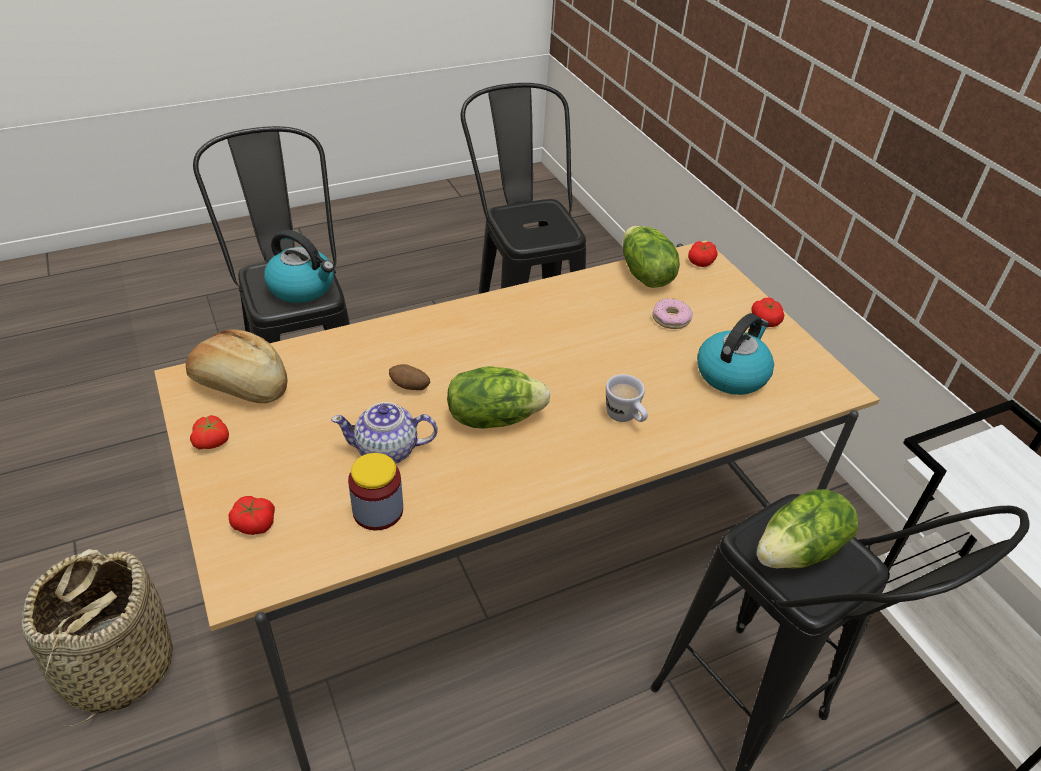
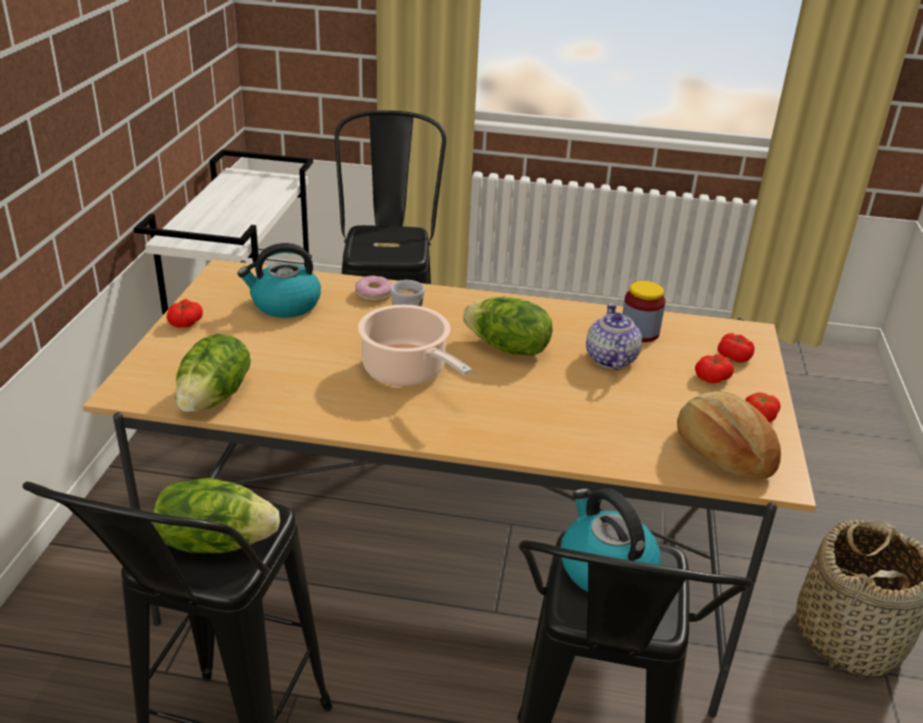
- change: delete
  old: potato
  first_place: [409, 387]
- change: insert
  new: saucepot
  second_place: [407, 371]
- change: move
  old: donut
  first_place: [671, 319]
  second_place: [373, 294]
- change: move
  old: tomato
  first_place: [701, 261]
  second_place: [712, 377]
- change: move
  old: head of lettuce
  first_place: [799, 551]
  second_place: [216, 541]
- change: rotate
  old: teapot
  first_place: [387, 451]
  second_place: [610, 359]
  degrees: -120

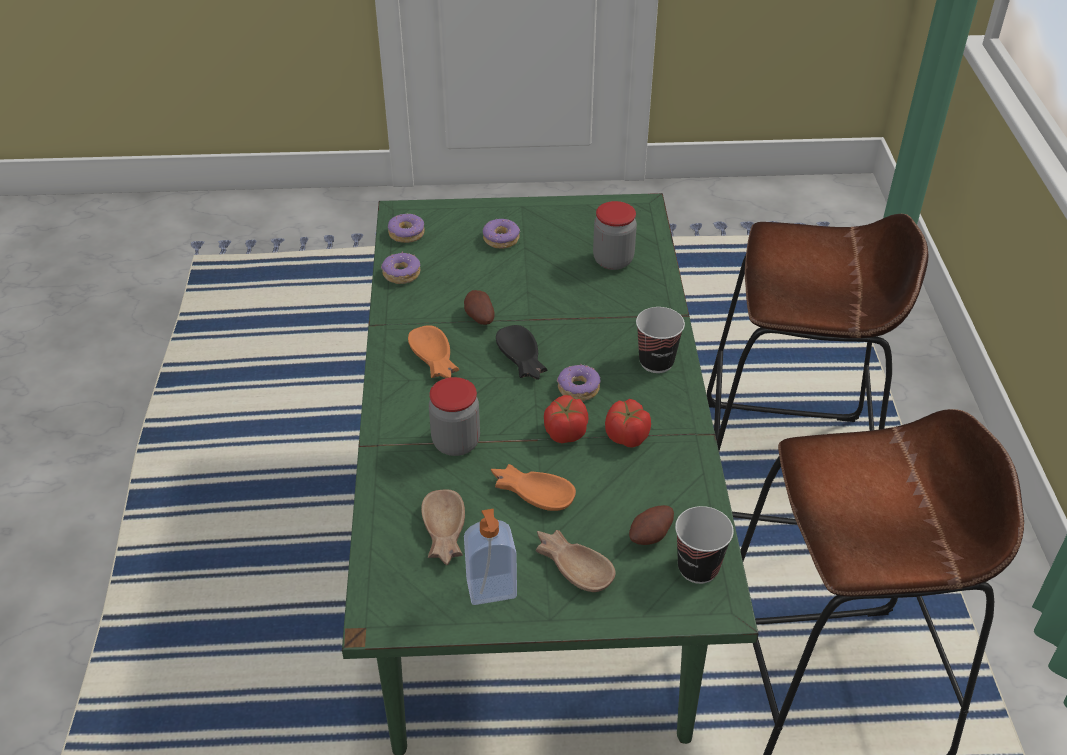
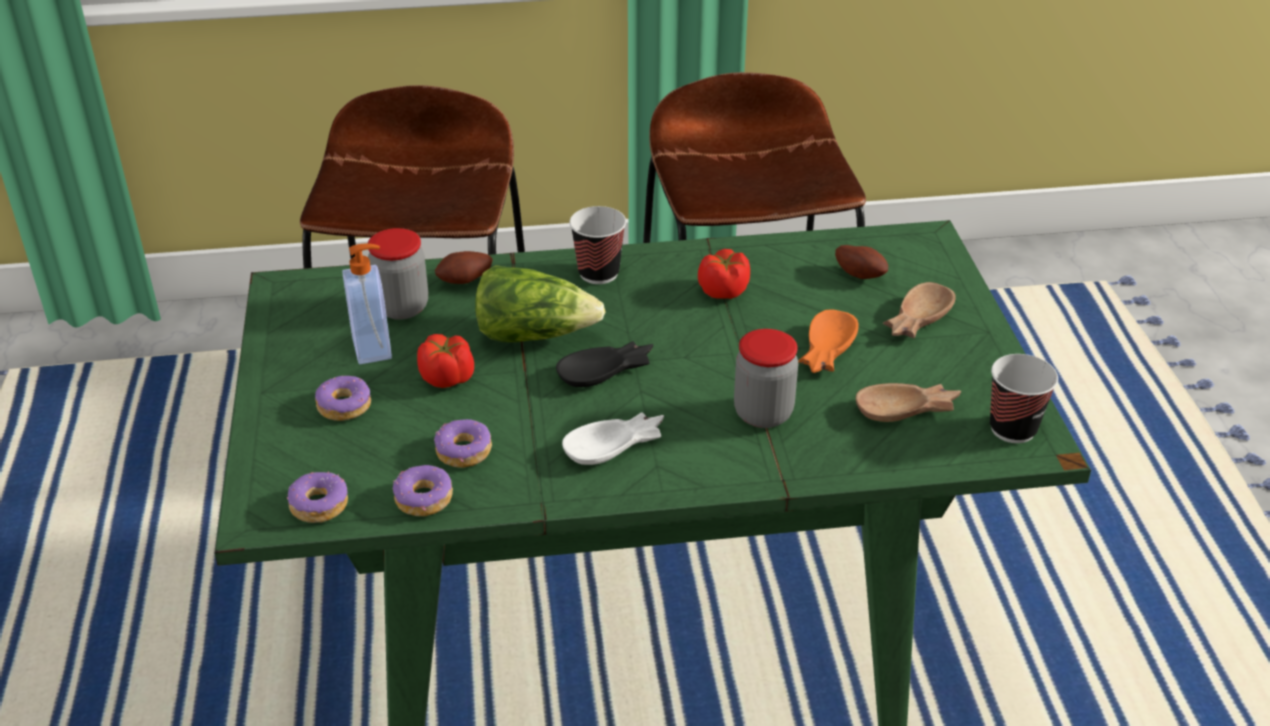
- change: insert
  new: head of lettuce
  second_place: [534, 334]
- change: move
  old: potato
  first_place: [479, 318]
  second_place: [465, 282]
- change: move
  old: liquid soap bottle
  first_place: [492, 590]
  second_place: [374, 348]
- change: move
  old: tomato
  first_place: [565, 432]
  second_place: [447, 378]
- change: move
  old: donut
  first_place: [578, 388]
  second_place: [463, 452]
- change: move
  old: cup
  first_place: [698, 568]
  second_place: [1012, 429]
- change: recolor
  old: orange-coloured bowl
  new: whitish bowl
  first_place: [433, 361]
  second_place: [616, 447]

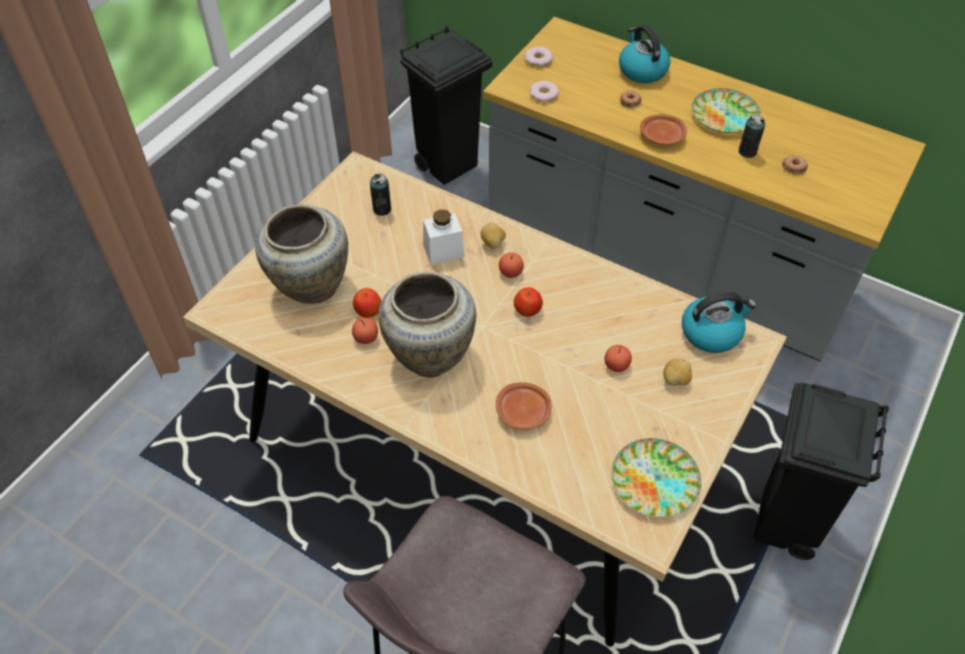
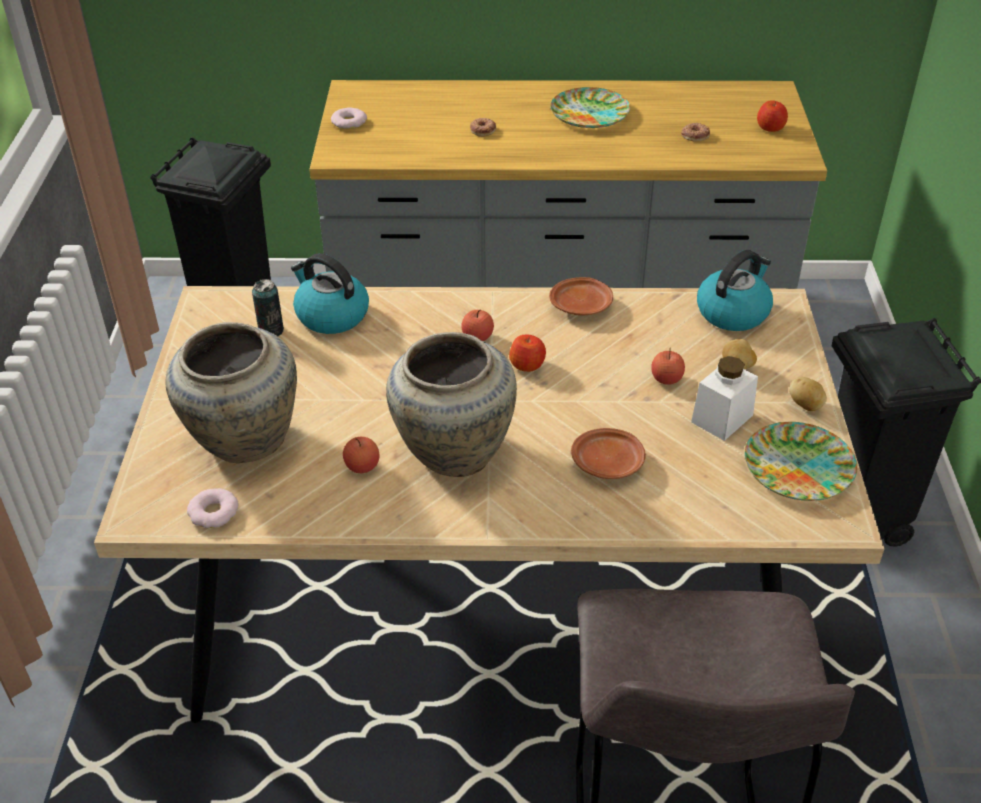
- change: delete
  old: metal can
  first_place: [747, 152]
- change: move
  old: apple
  first_place: [368, 311]
  second_place: [770, 128]
- change: move
  old: whitish storage jar
  first_place: [443, 251]
  second_place: [722, 418]
- change: move
  old: potato
  first_place: [493, 243]
  second_place: [805, 405]
- change: move
  old: donut
  first_place: [544, 94]
  second_place: [214, 512]
- change: move
  old: kettle
  first_place: [641, 70]
  second_place: [331, 315]
- change: move
  old: brown flat dish
  first_place: [662, 136]
  second_place: [581, 306]

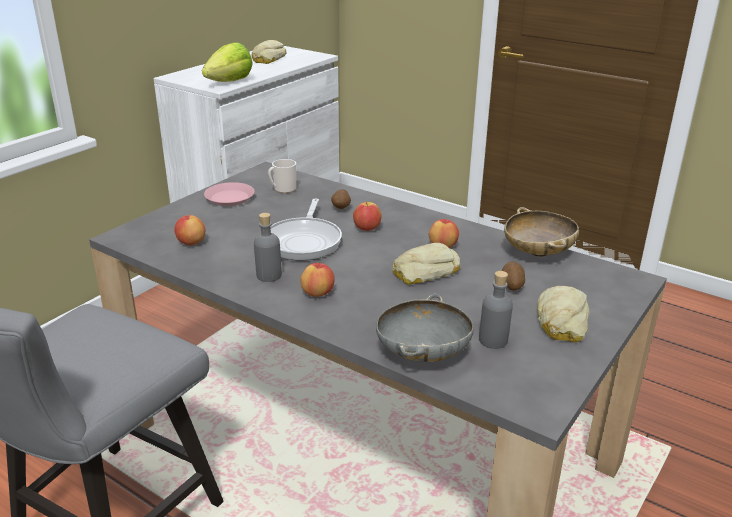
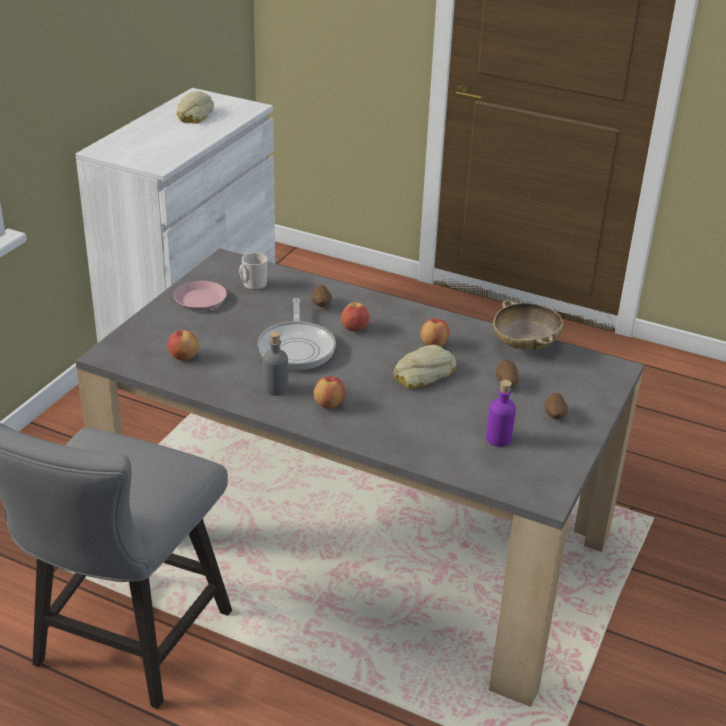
- change: delete
  old: head of lettuce
  first_place: [230, 82]
- change: delete
  old: greyish bowl
  first_place: [422, 354]
- change: replace
  old: baked bread
  new: potato
  first_place: [561, 321]
  second_place: [554, 416]
- change: recolor
  old: greyish bottle
  new: purple-coloured bottle
  first_place: [493, 340]
  second_place: [498, 439]

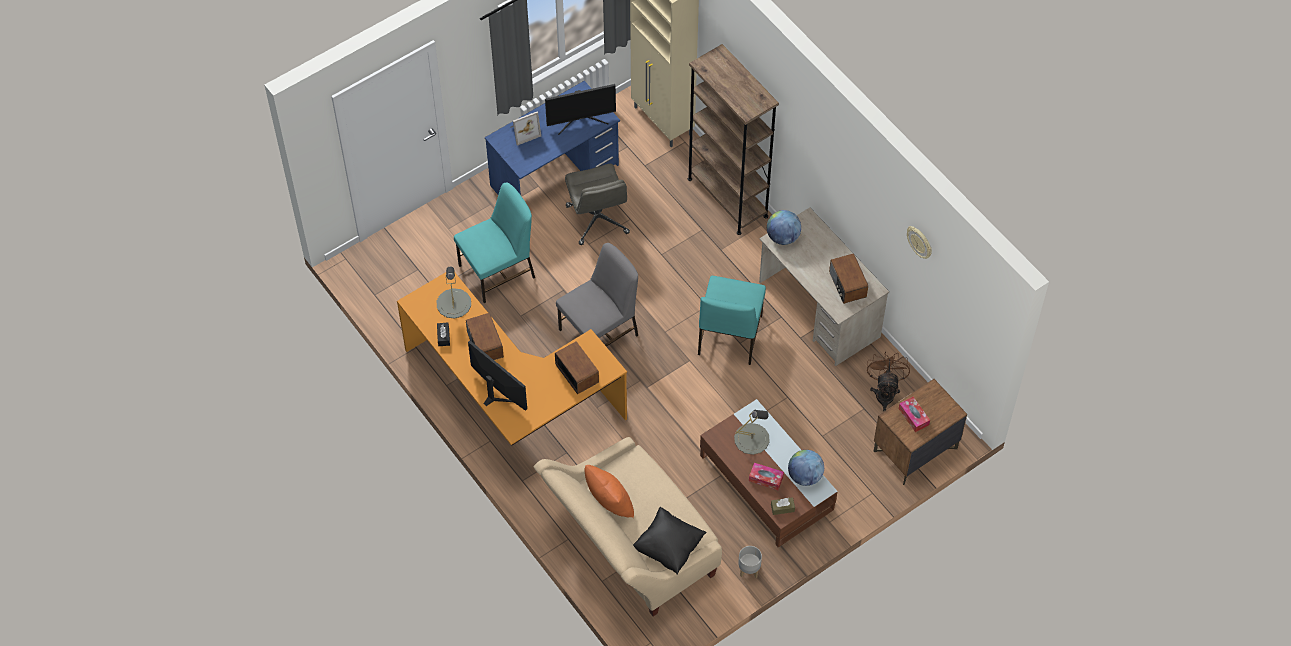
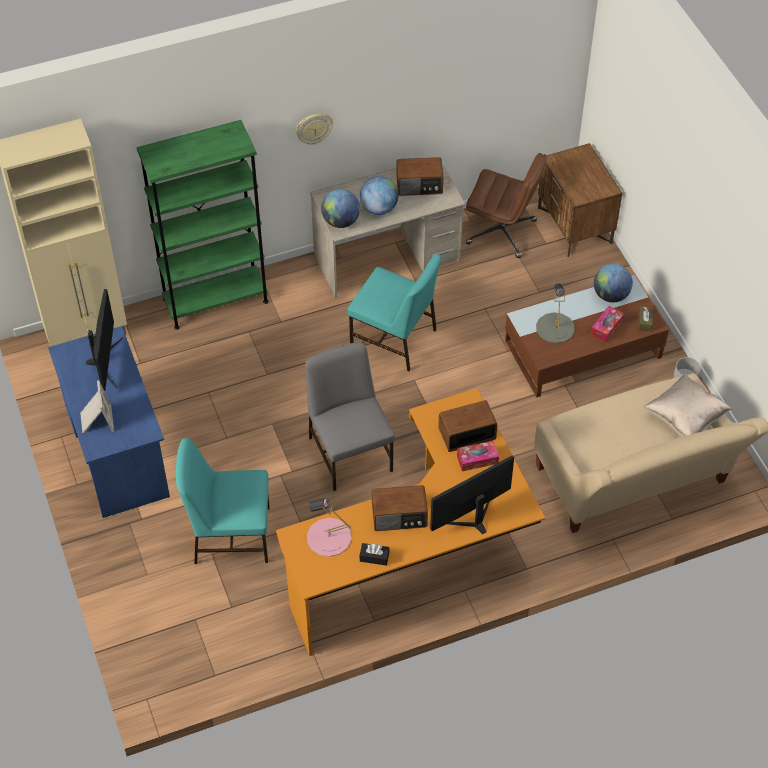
- change: delete
  old: greyish computer chair
  first_place: [598, 220]
- change: delete
  old: orange-coloured cushion
  first_place: [609, 503]
- change: insert
  new: desk globe
  second_place: [379, 208]
- change: move
  old: box of tissues
  first_place: [913, 417]
  second_place: [477, 459]
- change: move
  old: wall clock
  first_place: [920, 242]
  second_place: [314, 128]
- change: replace
  old: brown fan
  new: brown computer chair
  first_place: [885, 392]
  second_place: [502, 232]
- change: recolor
  old: greyish tabletop lamp
  new: pink tabletop lamp
  first_place: [453, 303]
  second_place: [328, 537]
- change: recolor
  old: black cushion
  new: beige-coloured cushion
  first_place: [668, 547]
  second_place: [685, 418]
- change: recolor
  old: brown bookcase
  new: green bookcase
  first_place: [727, 197]
  second_place: [215, 300]
- change: rotate
  old: turquoise-coloured plain chair
  first_place: [498, 271]
  second_place: [230, 534]
  degrees: -75

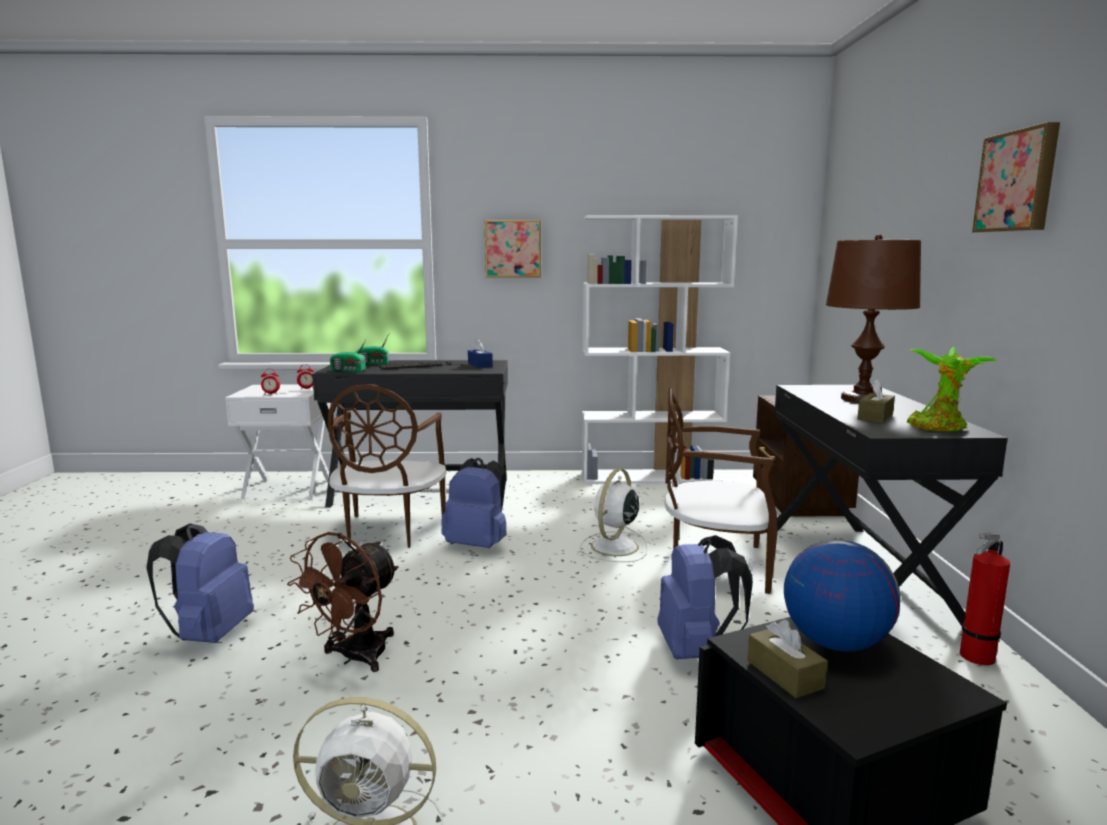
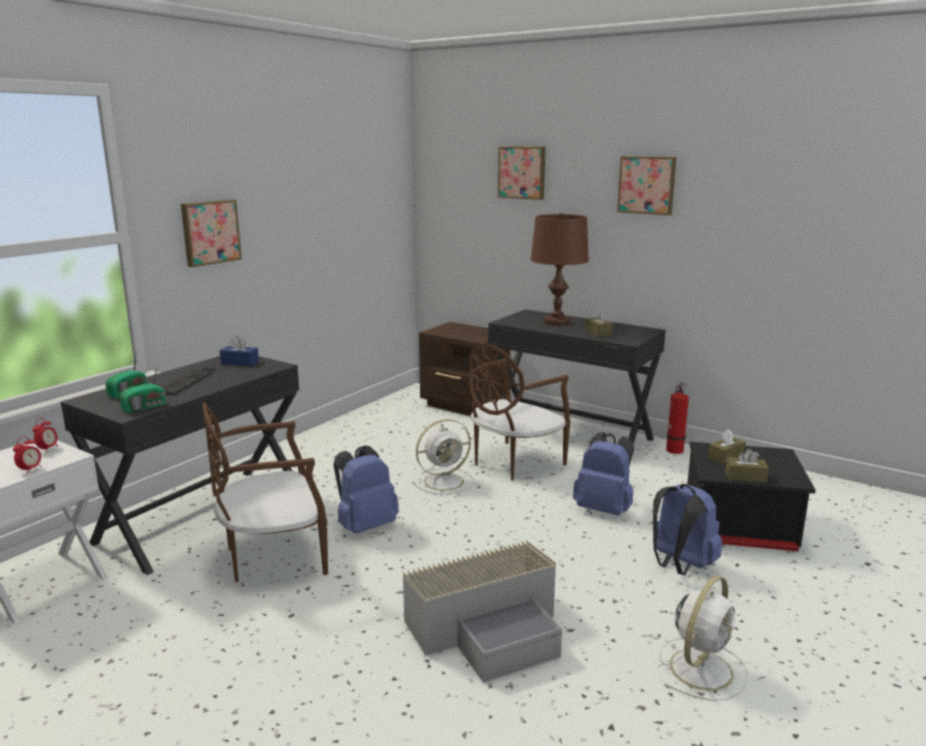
- change: delete
  old: whitish bookcase
  first_place: [651, 477]
- change: delete
  old: houseplant
  first_place: [939, 427]
- change: insert
  new: wall art
  second_place: [522, 172]
- change: move
  old: bluish knapsack
  first_place: [209, 634]
  second_place: [679, 565]
- change: replace
  old: brown fan
  new: greyish storage box
  first_place: [354, 658]
  second_place: [489, 628]
- change: replace
  old: desk globe
  new: brown box of tissues
  first_place: [835, 643]
  second_place: [726, 457]
- change: rotate
  old: brown plain chair
  first_place: [389, 531]
  second_place: [273, 556]
  degrees: 120
- change: rotate
  old: whitish fan
  first_place: [613, 547]
  second_place: [445, 481]
  degrees: -90

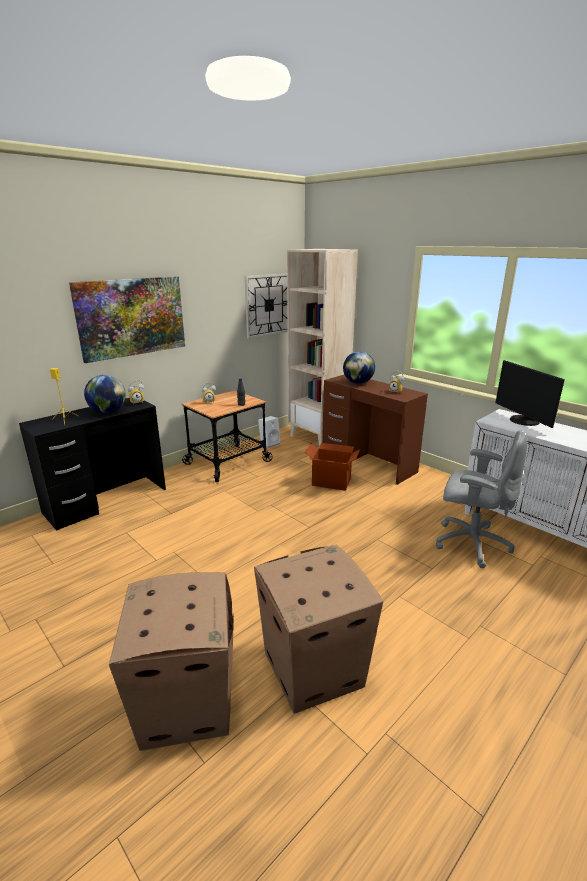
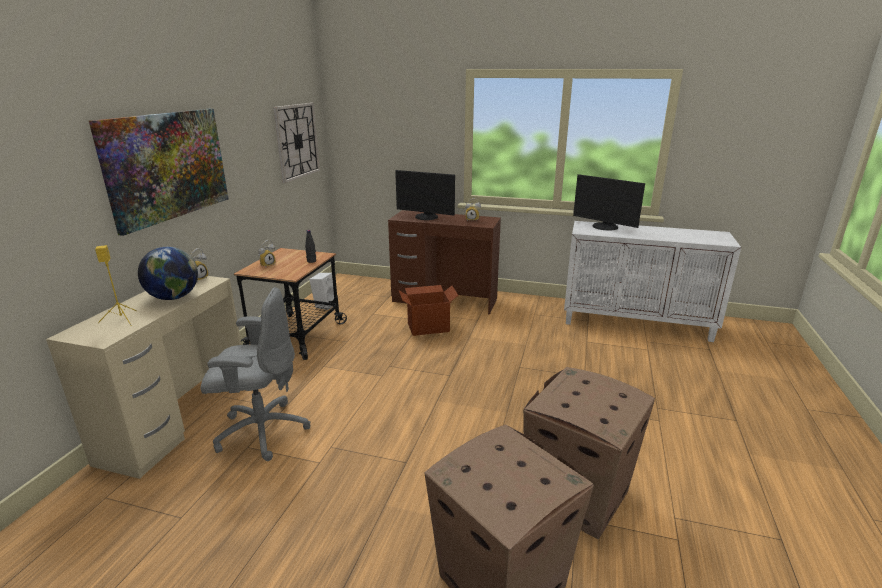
- change: delete
  old: beige-coloured bookcase
  first_place: [318, 437]
- change: move
  old: greyish computer chair
  first_place: [470, 543]
  second_place: [261, 431]
- change: replace
  old: desk globe
  new: monitor
  first_place: [358, 383]
  second_place: [426, 217]
- change: recolor
  old: black desk
  new: beige-coloured desk
  first_place: [106, 500]
  second_place: [177, 420]

